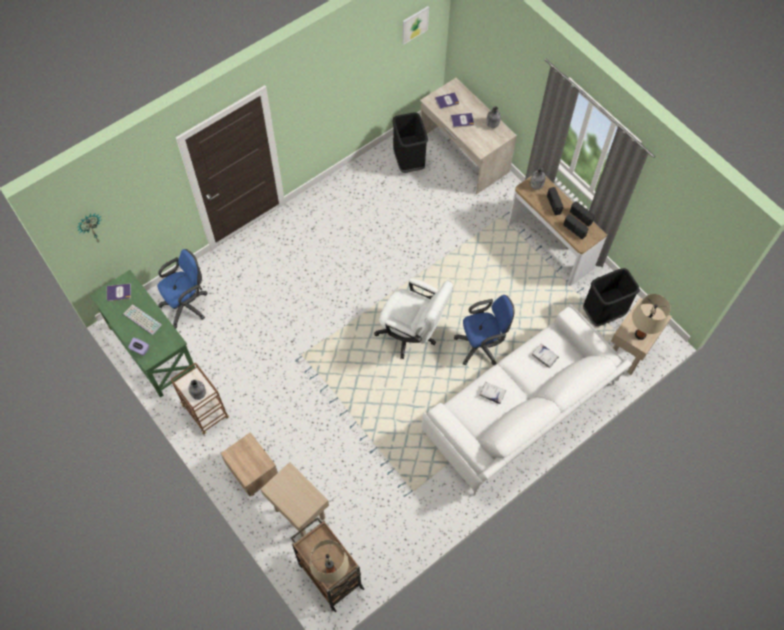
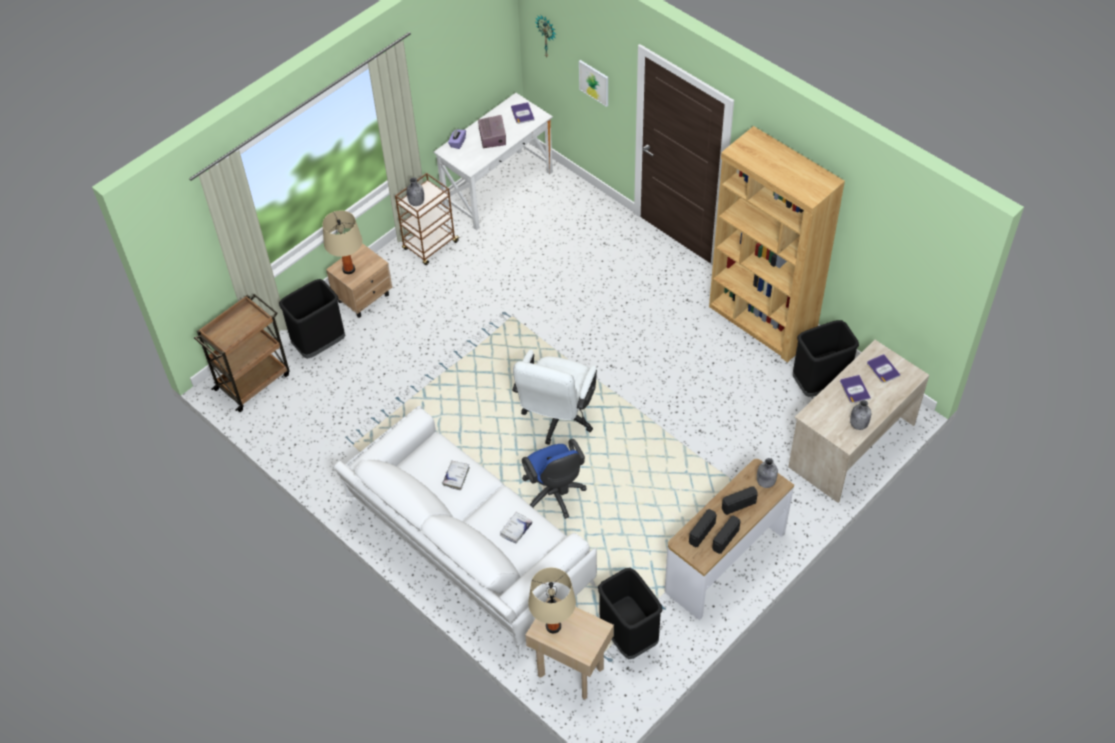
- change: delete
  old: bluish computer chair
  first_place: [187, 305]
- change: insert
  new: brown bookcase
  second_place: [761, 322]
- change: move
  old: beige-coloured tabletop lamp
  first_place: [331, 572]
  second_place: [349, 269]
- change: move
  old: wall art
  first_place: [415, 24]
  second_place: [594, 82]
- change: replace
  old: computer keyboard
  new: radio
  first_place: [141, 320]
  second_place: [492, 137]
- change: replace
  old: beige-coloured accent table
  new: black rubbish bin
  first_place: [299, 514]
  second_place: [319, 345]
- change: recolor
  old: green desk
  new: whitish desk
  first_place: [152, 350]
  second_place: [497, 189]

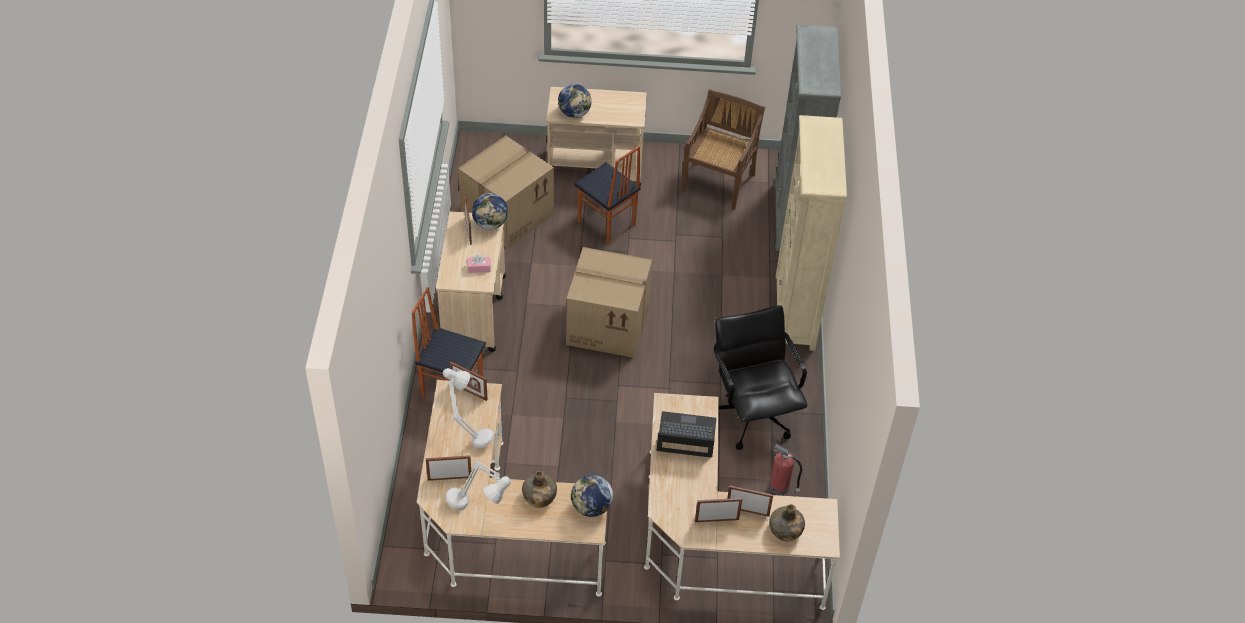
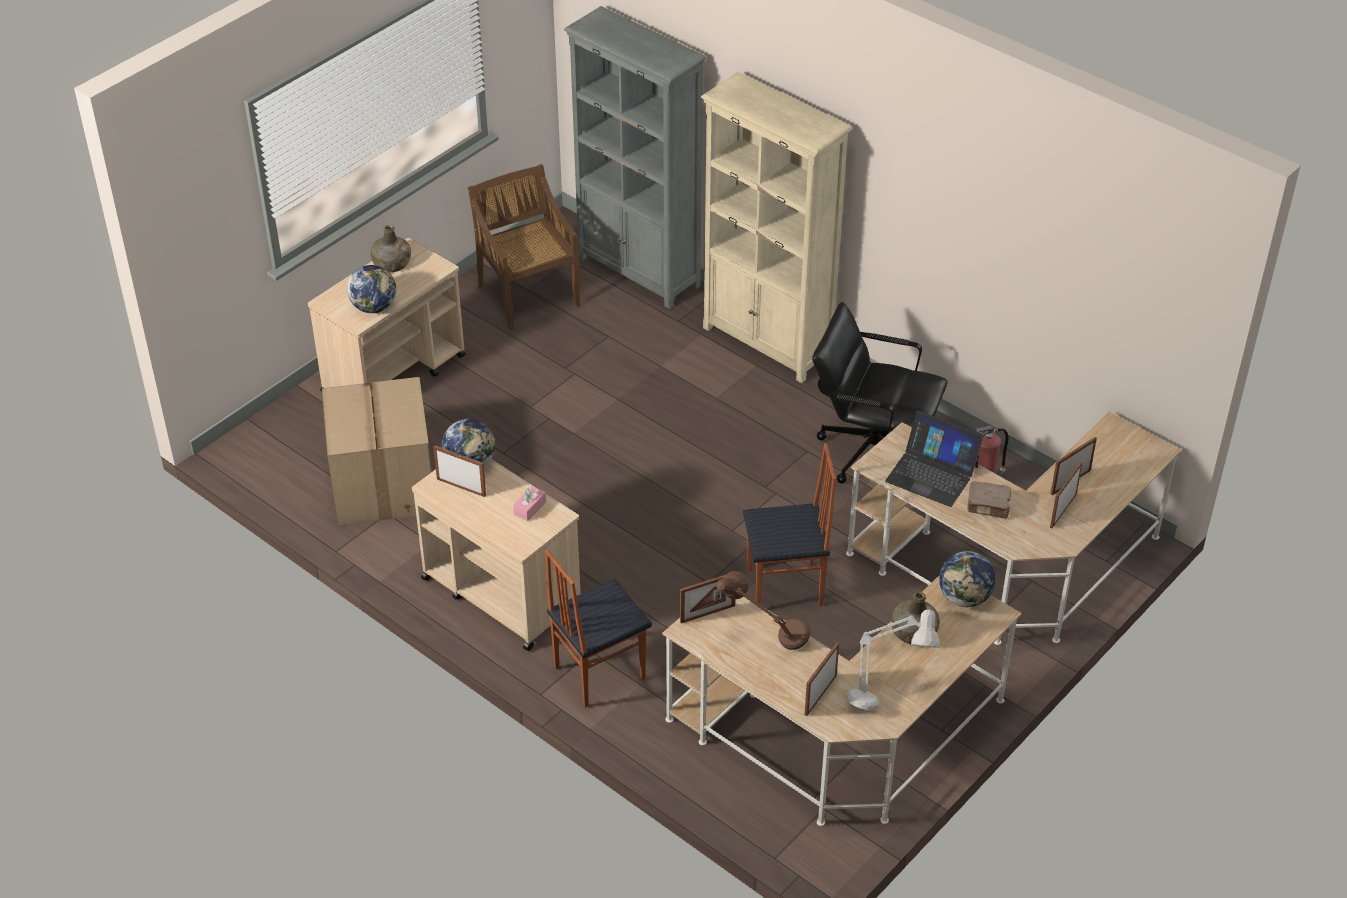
- change: delete
  old: packing box
  first_place: [609, 324]
- change: insert
  new: brown volume
  second_place: [989, 506]
- change: move
  old: plain chair
  first_place: [606, 224]
  second_place: [785, 588]
- change: move
  old: green bottle
  first_place: [785, 530]
  second_place: [392, 264]
- change: recolor
  old: greyish tabletop lamp
  new: brown tabletop lamp
  first_place: [468, 429]
  second_place: [763, 642]
- change: rotate
  old: laptop
  first_place: [686, 435]
  second_place: [932, 473]
  degrees: -105

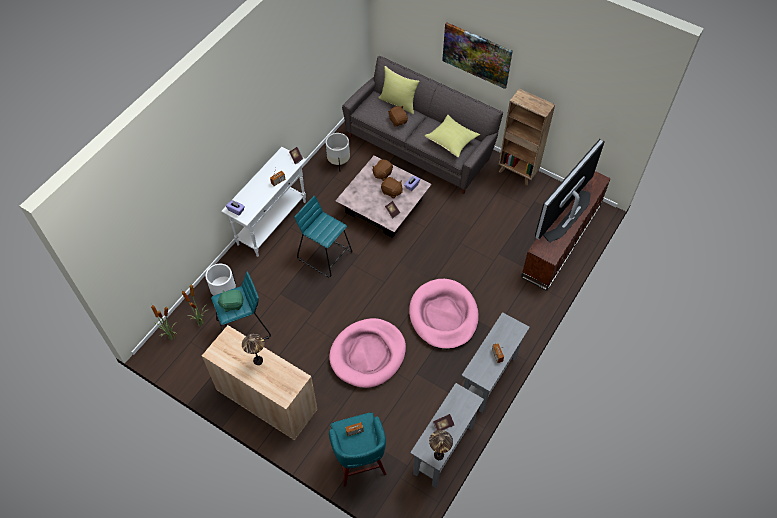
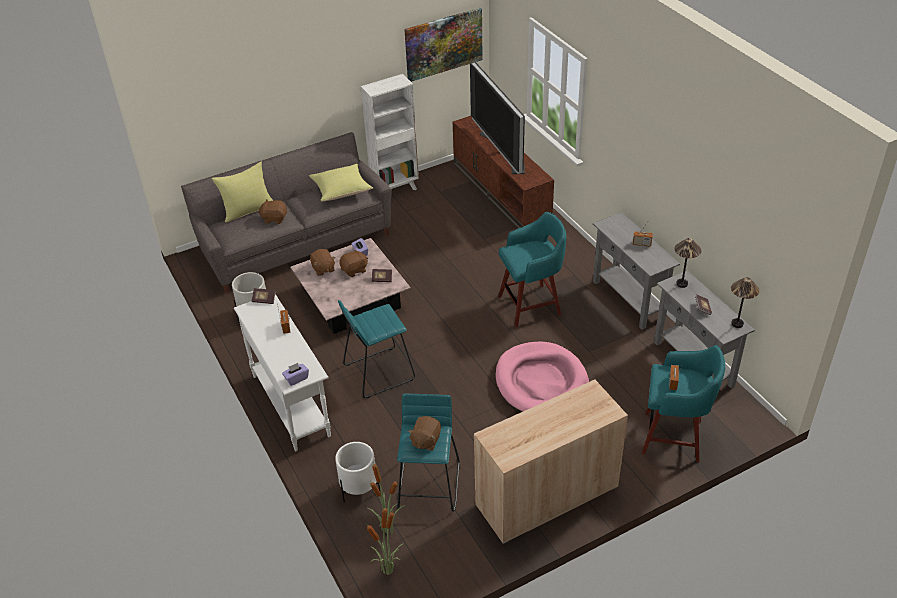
- change: move
  old: tabletop lamp
  first_place: [258, 361]
  second_place: [682, 284]
- change: move
  old: wall art
  first_place: [476, 55]
  second_place: [443, 44]
- change: replace
  old: pink dog bed
  new: turquoise-coloured stool seat
  first_place: [443, 316]
  second_place: [531, 305]
- change: recolor
  old: green plush toy
  new: brown plush toy
  first_place: [232, 304]
  second_place: [425, 440]
- change: recolor
  old: brown bookcase
  new: whitish bookcase
  first_place: [517, 173]
  second_place: [395, 189]

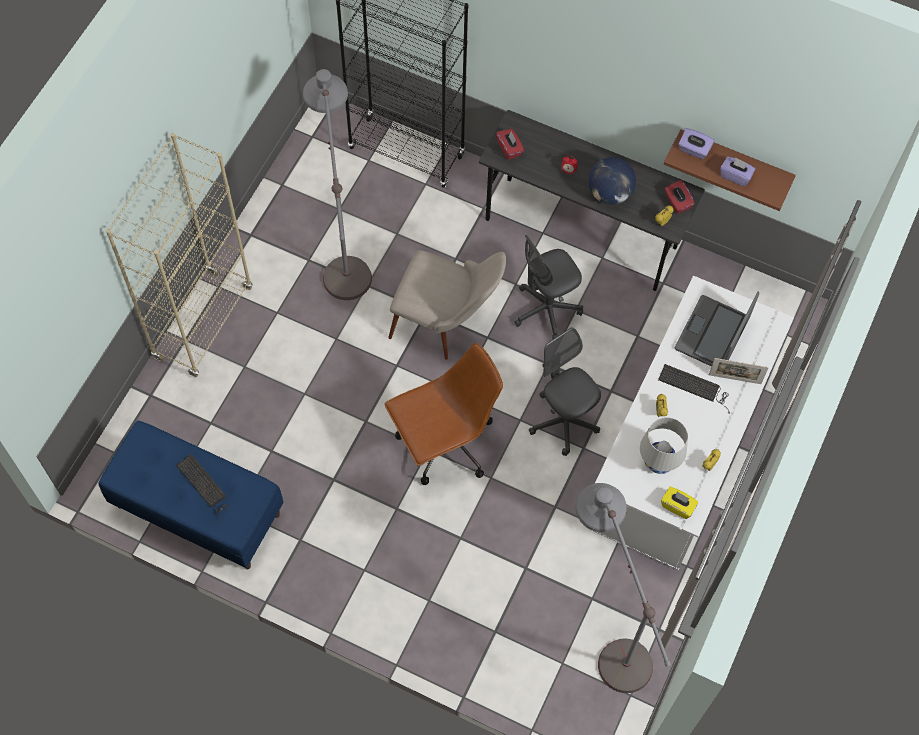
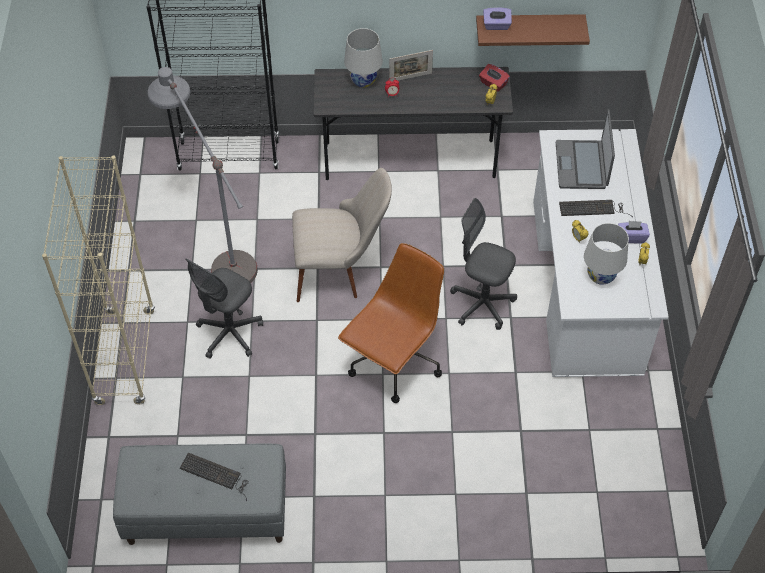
- change: delete
  old: red box of tissues
  first_place: [509, 149]
- change: delete
  old: greyish standard lamp
  first_place: [607, 630]
- change: delete
  old: desk globe
  first_place: [610, 193]
- change: delete
  old: yellow-coloured box of tissues
  first_place: [677, 506]
- change: insert
  new: whitish tabletop lamp
  second_place: [363, 80]
- change: move
  old: greyish computer chair
  first_place: [546, 310]
  second_place: [229, 334]
- change: move
  old: photo frame
  first_place: [734, 379]
  second_place: [410, 77]
- change: move
  old: purple-coloured box of tissues
  first_place: [735, 176]
  second_place: [631, 237]
- change: recolor
  old: bluish long seat
  new: greyish long seat
  first_place: [197, 510]
  second_place: [206, 513]

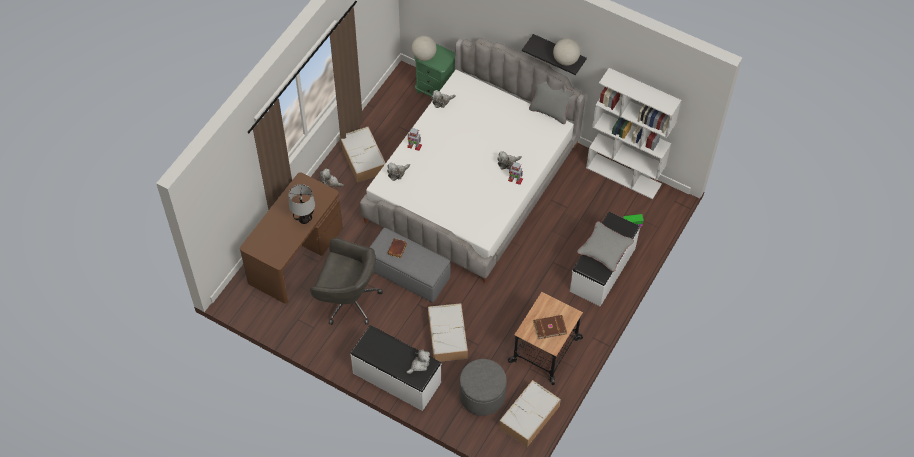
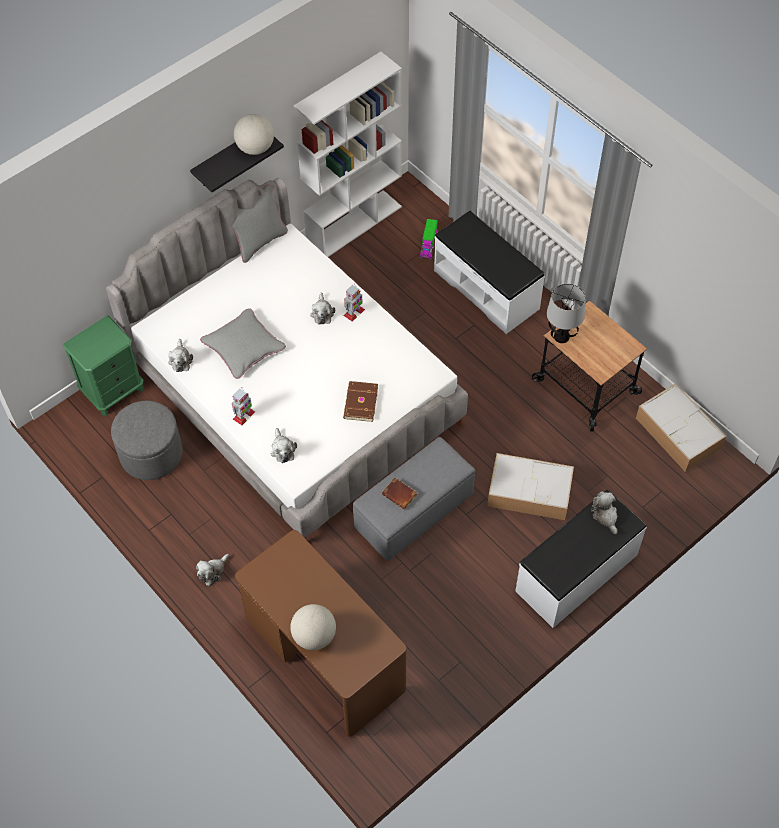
- change: delete
  old: greyish computer chair
  first_place: [347, 300]
- change: delete
  old: storage box
  first_place: [363, 159]
- change: move
  old: tabletop lamp
  first_place: [304, 219]
  second_place: [561, 336]
- change: move
  old: desk globe
  first_place: [424, 56]
  second_place: [314, 636]
- change: move
  old: greyish footrest
  first_place: [482, 395]
  second_place: [151, 454]
- change: move
  old: brown volume
  first_place: [549, 327]
  second_place: [360, 403]
- change: move
  old: greyish cushion
  first_place: [605, 249]
  second_place: [243, 347]

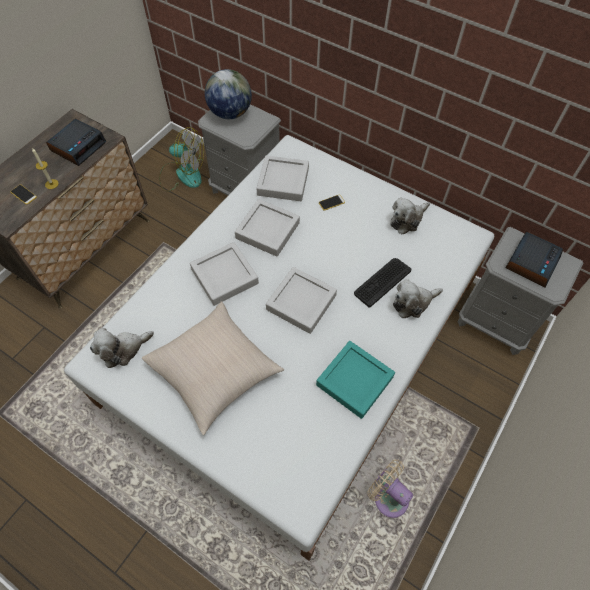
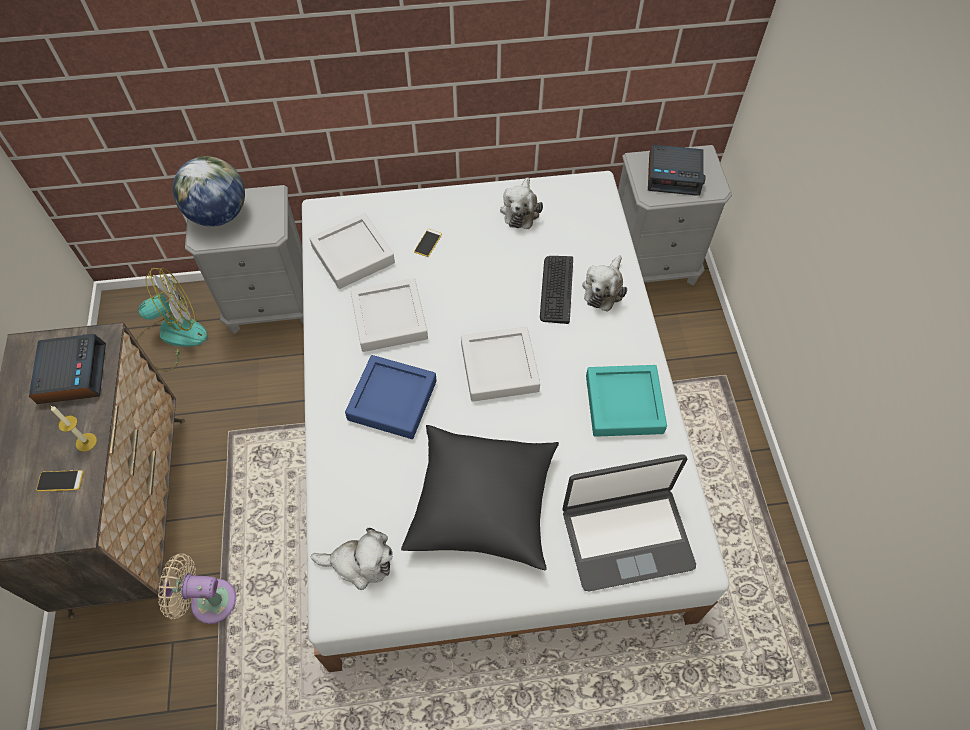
- change: insert
  new: laptop
  second_place: [626, 537]
- change: move
  old: beige-coloured fan
  first_place: [388, 496]
  second_place: [208, 601]
- change: recolor
  old: beige-coloured cushion
  new: black cushion
  first_place: [215, 371]
  second_place: [482, 503]
- change: recolor
  old: greyish tray
  new: bluish tray
  first_place: [224, 276]
  second_place: [392, 400]
- change: rotate
  old: plush toy
  first_place: [123, 350]
  second_place: [360, 563]
  degrees: -105
- change: rotate
  old: bedside clock
  first_place: [531, 262]
  second_place: [674, 175]
  degrees: 105

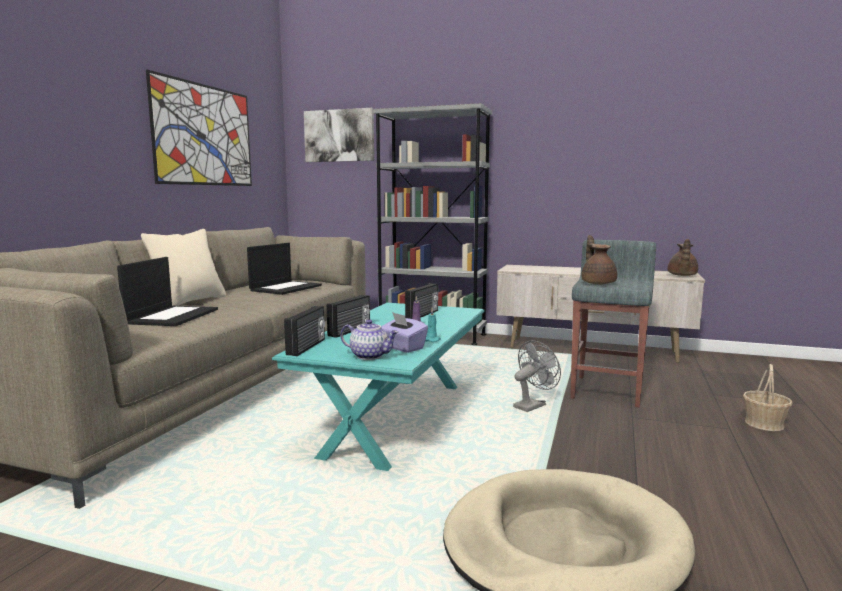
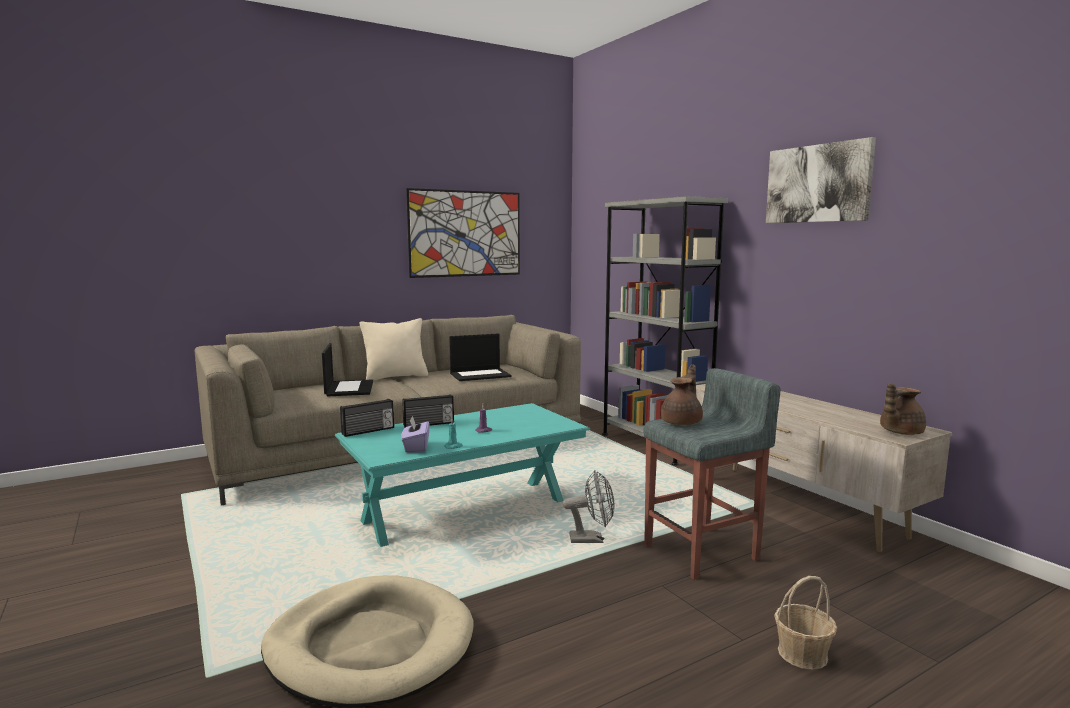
- change: delete
  old: teapot
  first_place: [370, 356]
- change: delete
  old: radio
  first_place: [423, 315]
- change: move
  old: wall art
  first_place: [339, 135]
  second_place: [818, 183]
- change: rotate
  old: laptop
  first_place: [172, 316]
  second_place: [349, 388]
  degrees: -60

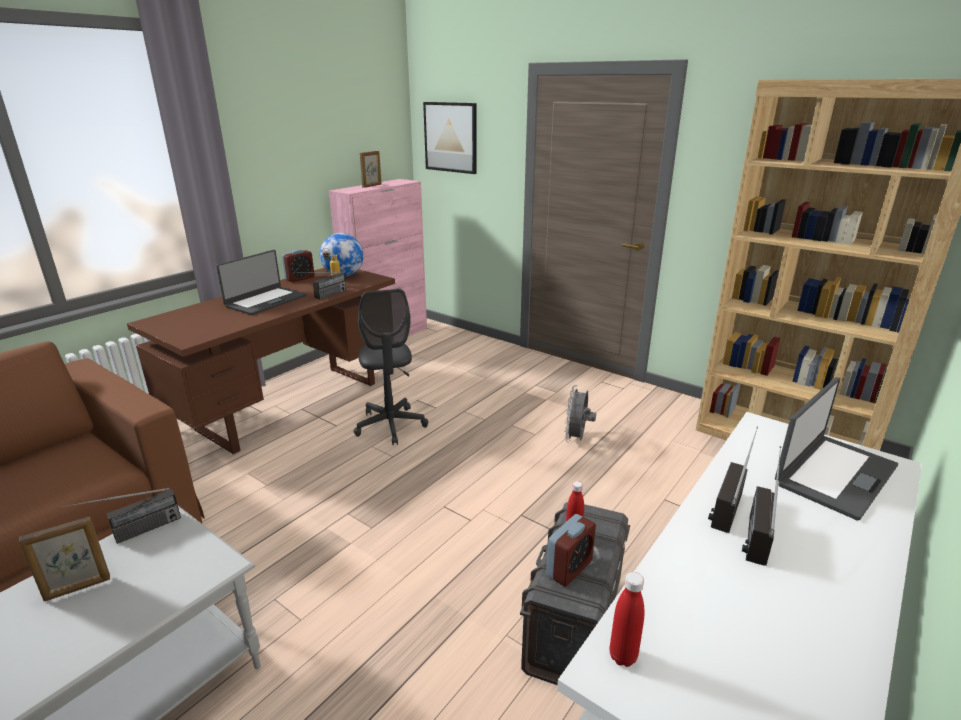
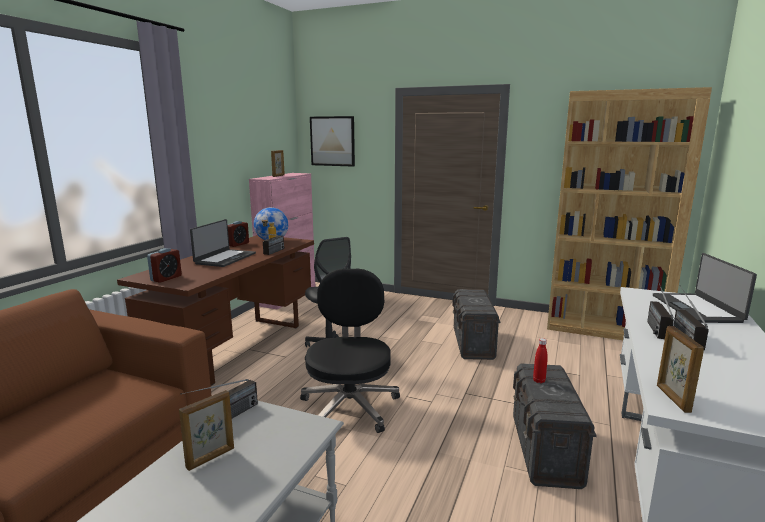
- change: insert
  new: black computer chair
  second_place: [350, 405]
- change: move
  old: bedside clock
  first_place: [569, 568]
  second_place: [166, 278]
- change: replace
  old: greyish fan
  new: greyish storage box
  first_place: [576, 439]
  second_place: [473, 343]
- change: replace
  old: red bottle
  new: photo frame
  first_place: [623, 656]
  second_place: [672, 398]
- change: rotate
  old: laptop
  first_place: [834, 474]
  second_place: [697, 308]
  degrees: 150

